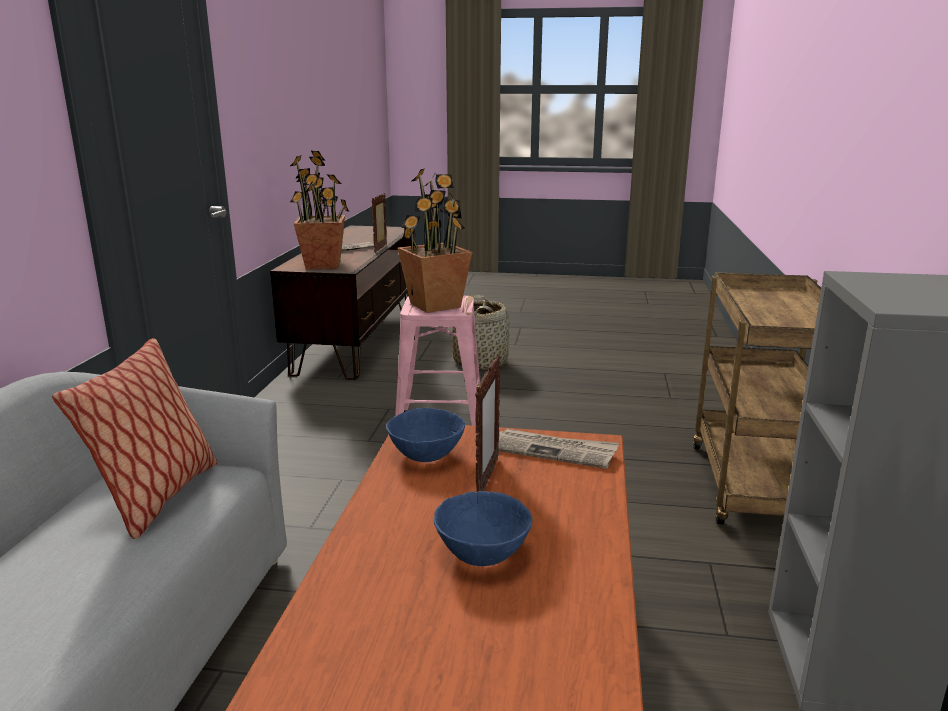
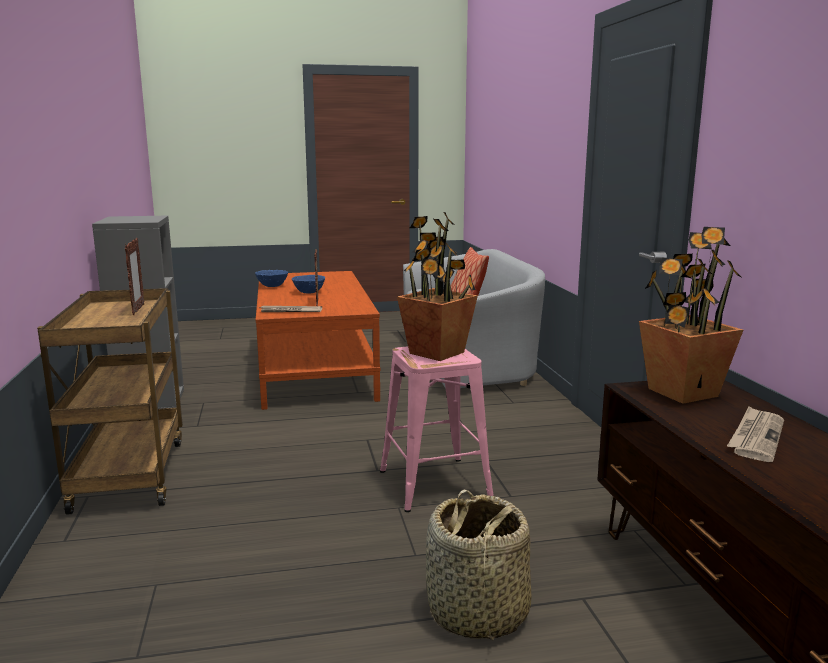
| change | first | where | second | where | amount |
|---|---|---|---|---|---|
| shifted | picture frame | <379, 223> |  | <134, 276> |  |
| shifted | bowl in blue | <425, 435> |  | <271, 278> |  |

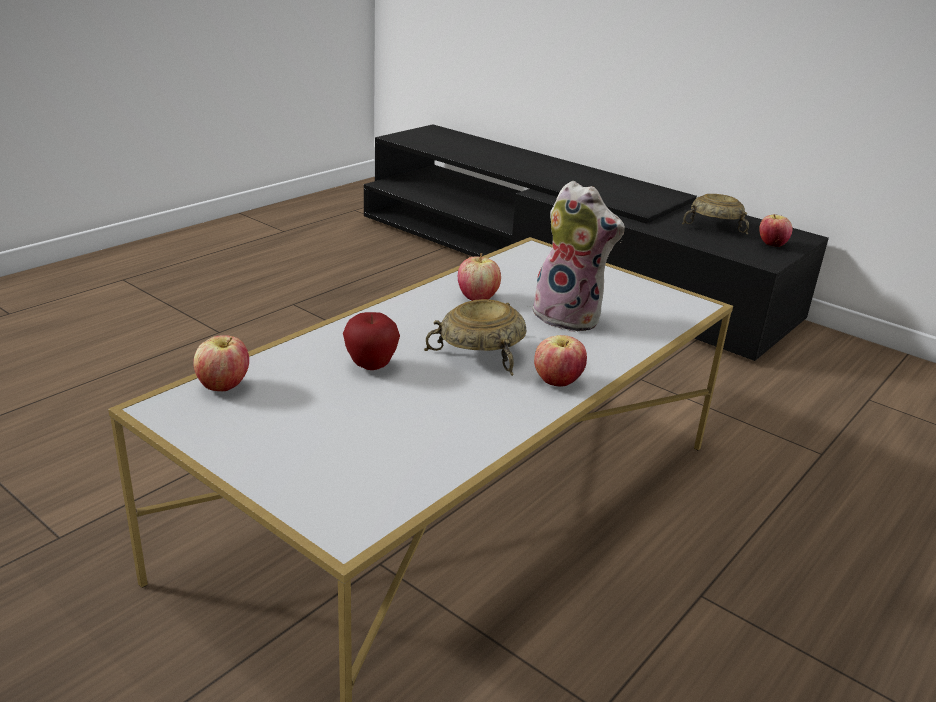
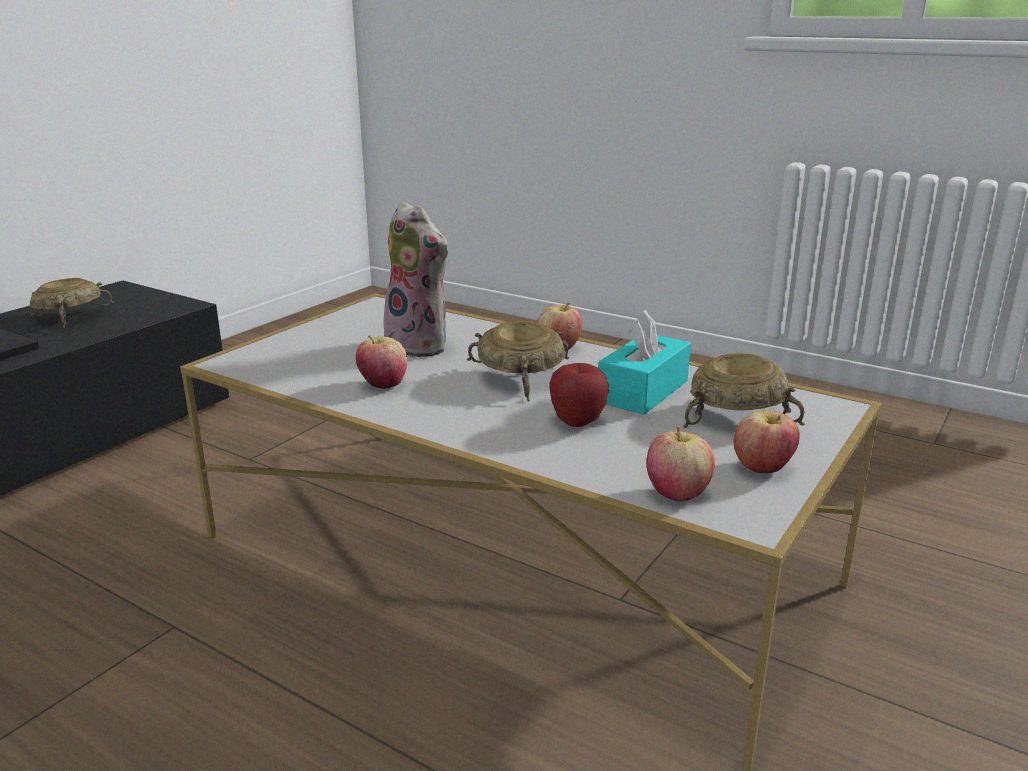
| change | first | where | second | where | amount |
|---|---|---|---|---|---|
| rotated | plush toy | <578, 256> |  | <414, 279> | 105 degrees clockwise |
| new |  |  | tissue box in turquoise | <644, 362> |  |
| new |  |  | bowl in beige | <743, 390> |  |
| shifted | apple | <776, 230> |  | <766, 441> |  |

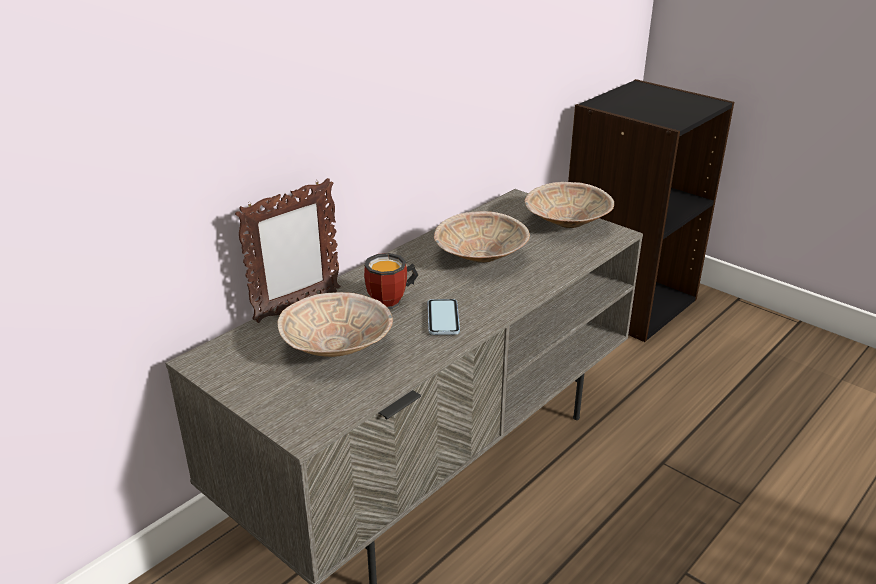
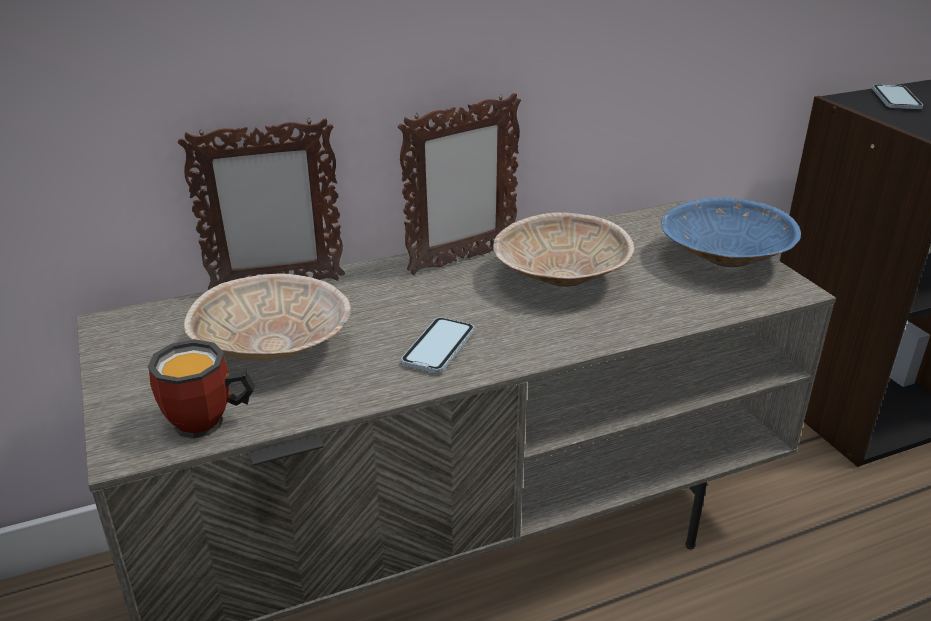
| change | first | where | second | where | amount |
|---|---|---|---|---|---|
| shifted | mug | <391, 281> |  | <201, 389> |  |
| new |  |  | picture frame | <459, 184> |  |
| repainted | bowl in beige | <569, 205> | bowl in blue | <731, 232> |  |
| new |  |  | phone | <897, 97> |  |

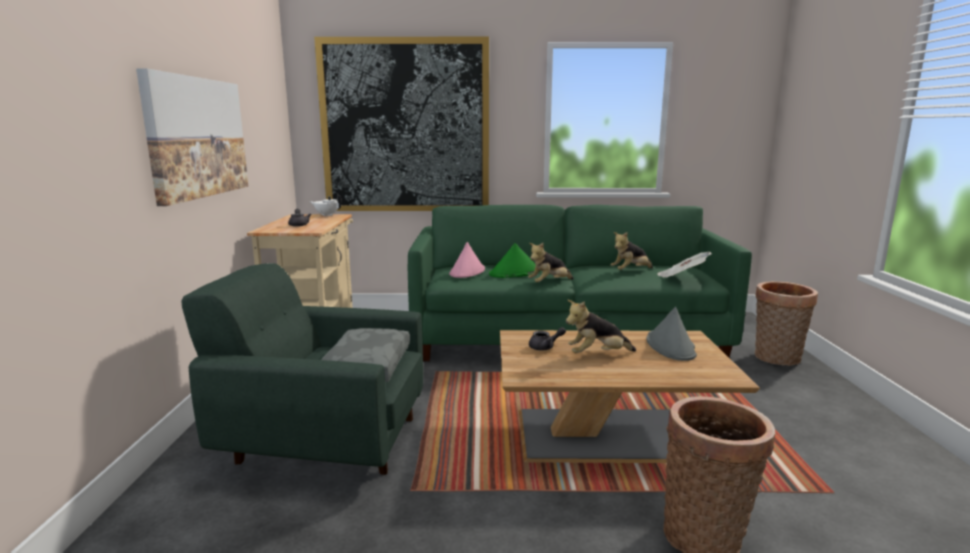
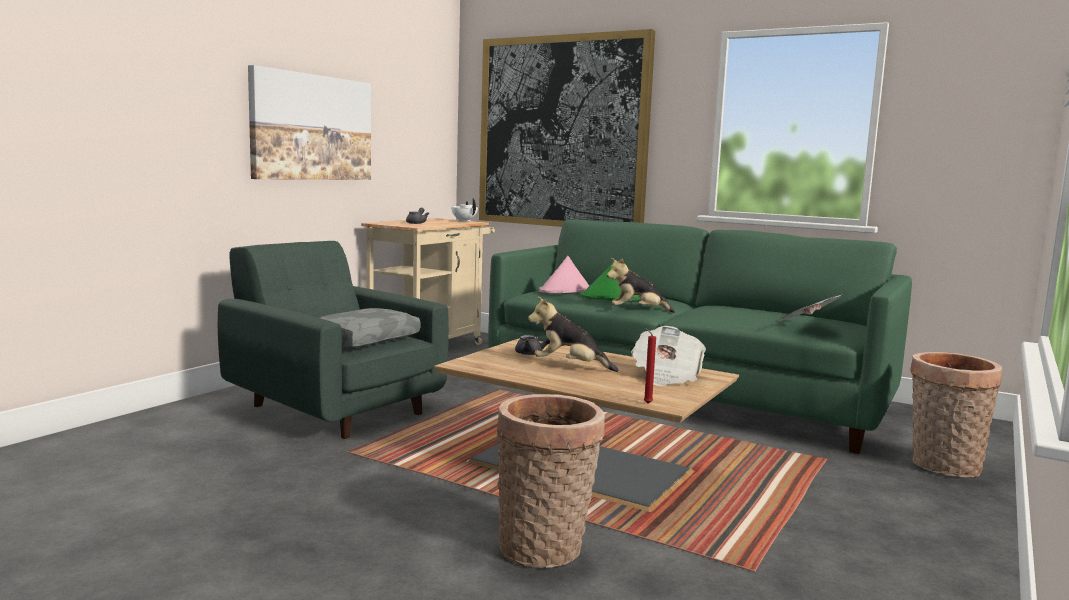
| change | first | where | second | where | amount |
|---|---|---|---|---|---|
| swapped | hat in grey | <671, 334> | newspaper | <668, 356> |  |
| new |  |  | candle in red | <649, 366> |  |
| gone | plush toy | <631, 251> |  |  |  |

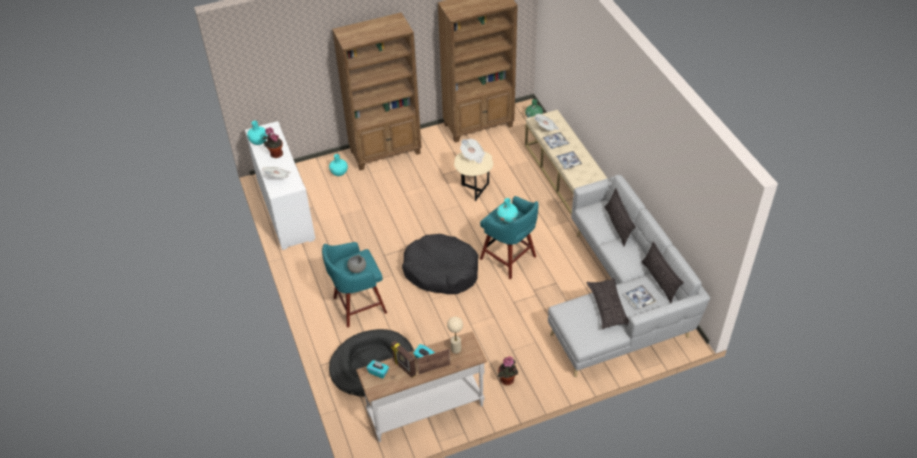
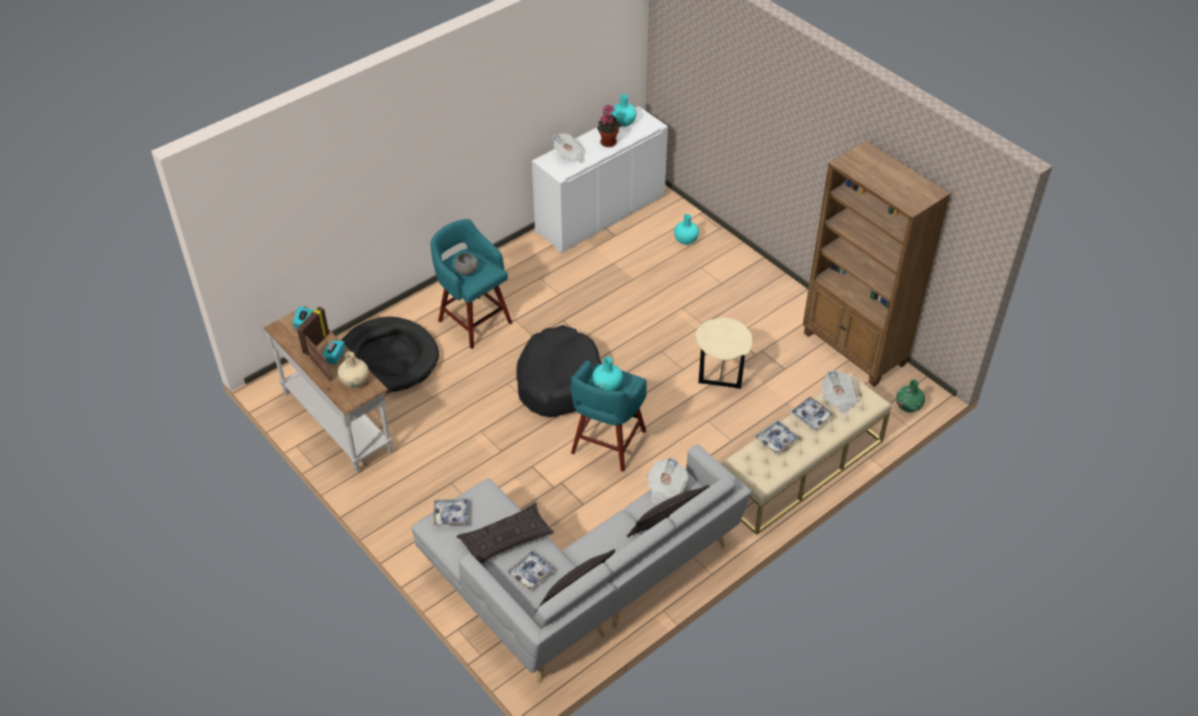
| change | first | where | second | where | amount |
|---|---|---|---|---|---|
| swapped | table lamp in beige | <455, 335> | vase in beige | <353, 370> |  |
| new |  |  | tray | <451, 512> |  |
| shifted | newspaper | <472, 151> |  | <667, 480> |  |
| gone | bookcase in brown | <377, 91> |  |  |  |
| gone | potted plant | <508, 370> |  |  |  |

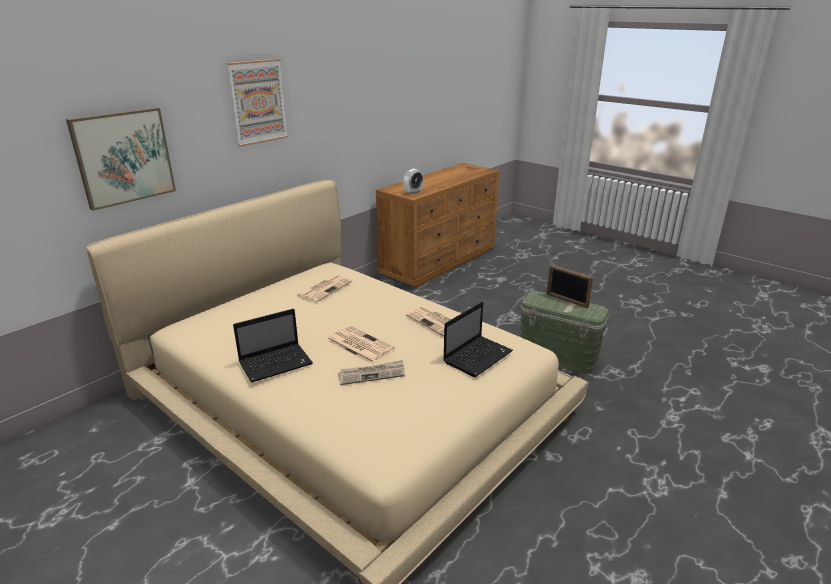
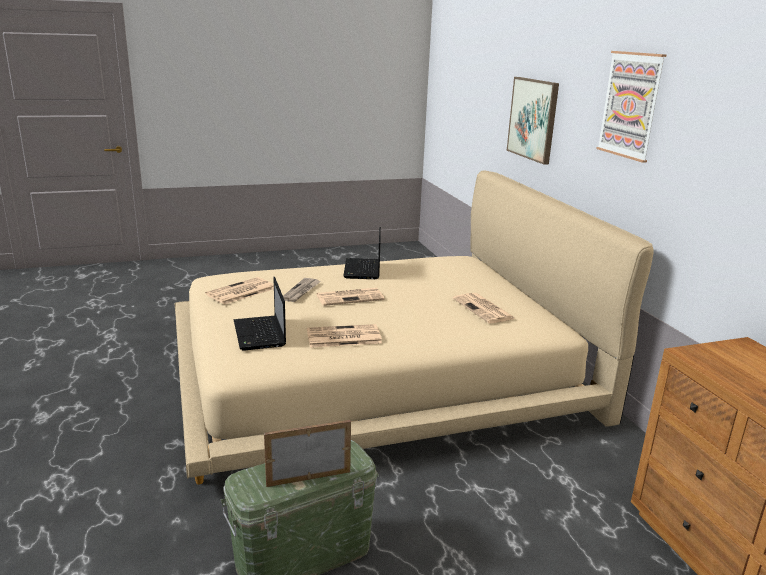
| change | first | where | second | where | amount |
|---|---|---|---|---|---|
| new |  |  | newspaper | <239, 291> |  |
| gone | alarm clock | <413, 181> |  |  |  |

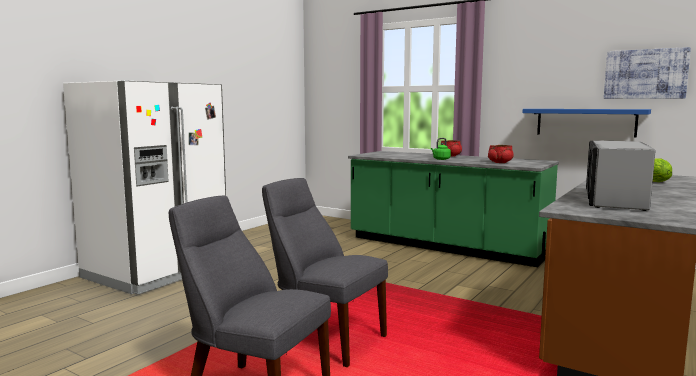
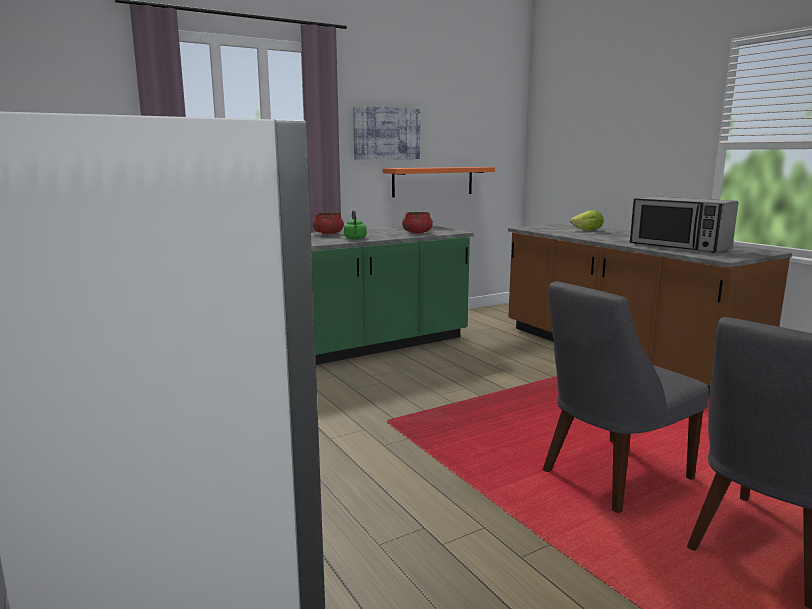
| change | first | where | second | where | amount |
|---|---|---|---|---|---|
| shifted | picture | <647, 73> |  | <386, 132> |  |
| repainted | shelf in blue | <587, 123> | shelf in orange | <439, 182> |  |

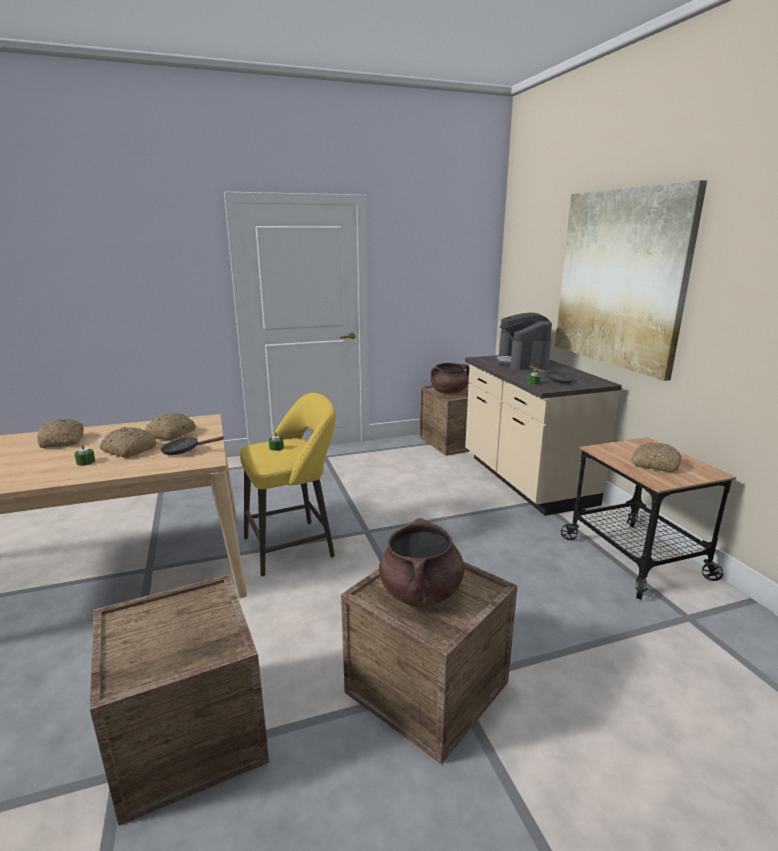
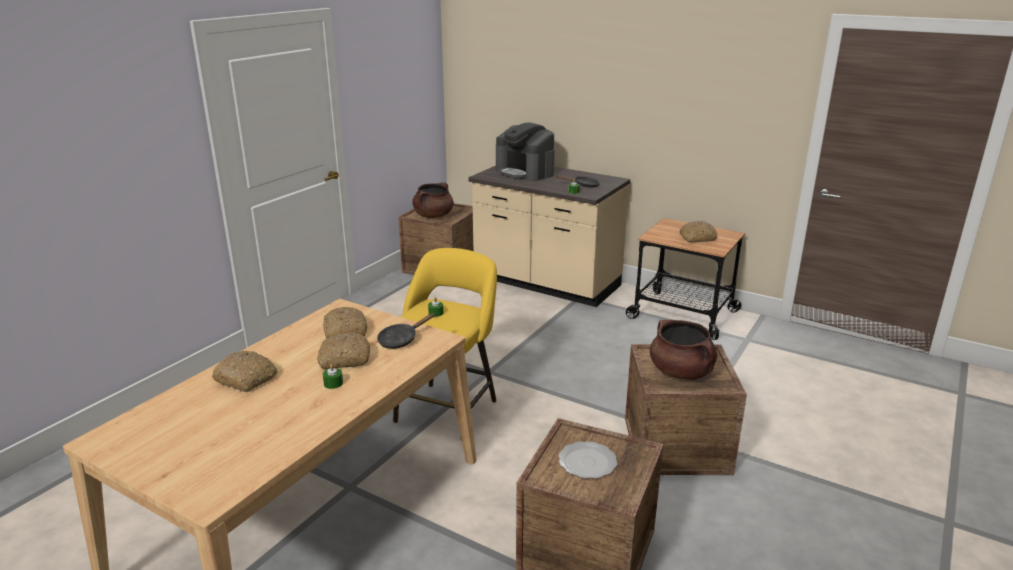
| change | first | where | second | where | amount |
|---|---|---|---|---|---|
| new |  |  | plate | <587, 460> |  |
| gone | picture | <631, 280> |  |  |  |

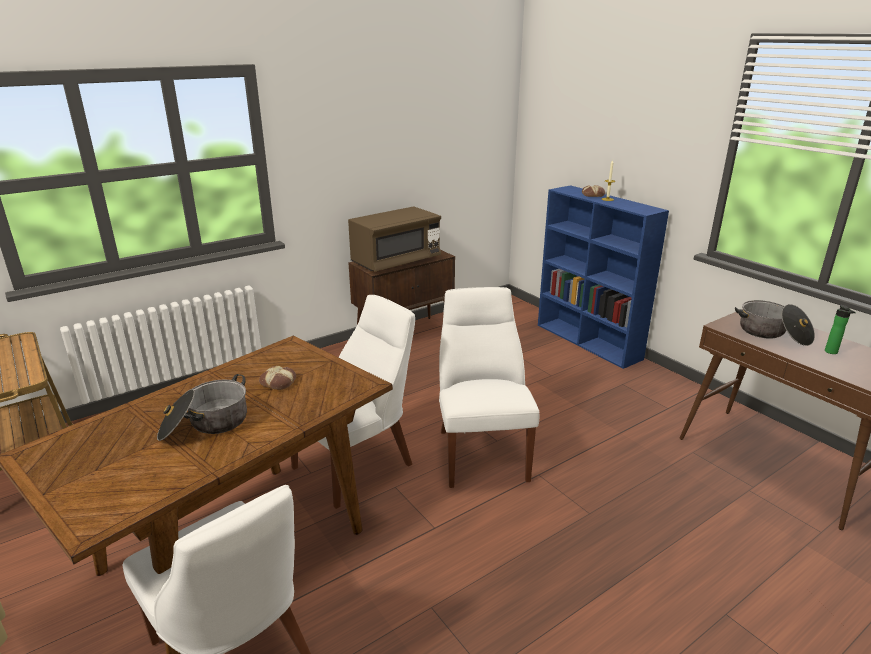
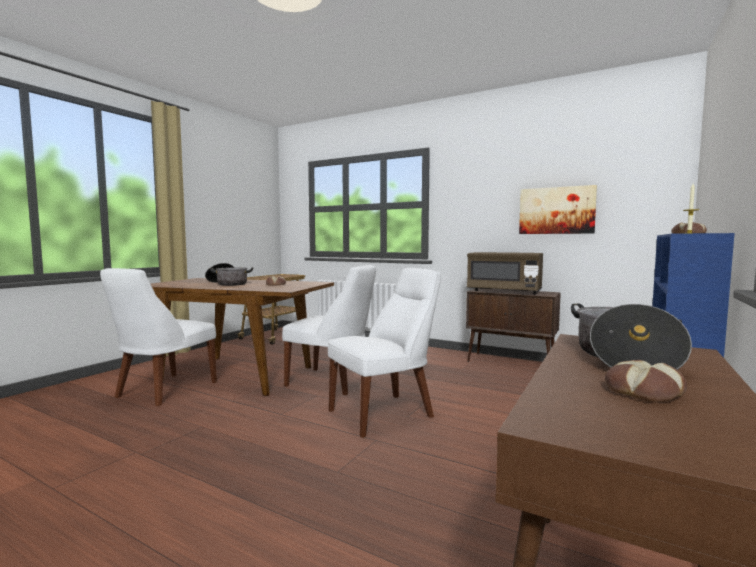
| change | first | where | second | where | amount |
|---|---|---|---|---|---|
| new |  |  | picture | <558, 209> |  |
| swapped | bottle | <840, 329> | bread | <646, 381> |  |

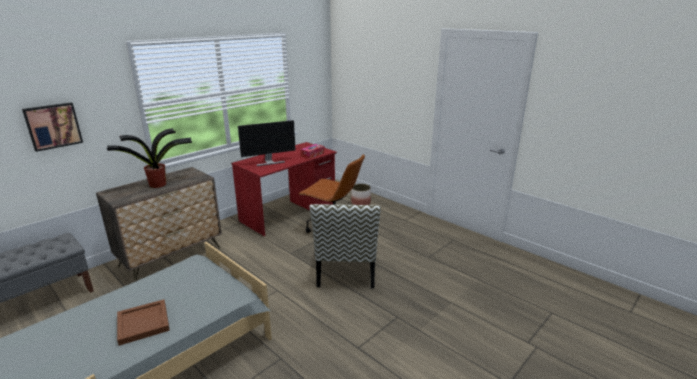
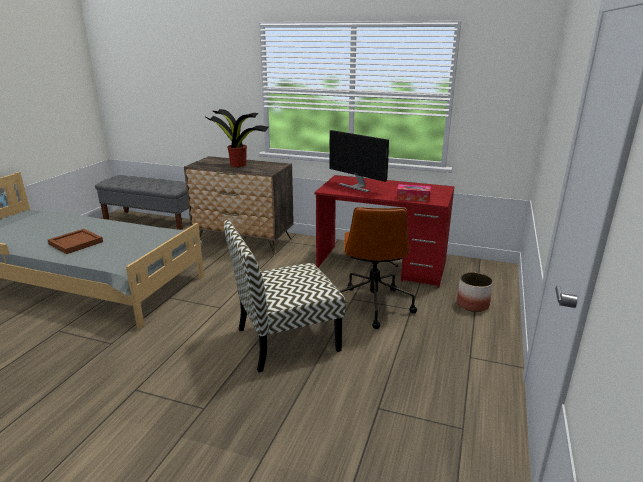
| change | first | where | second | where | amount |
|---|---|---|---|---|---|
| gone | picture | <52, 127> |  |  |  |

